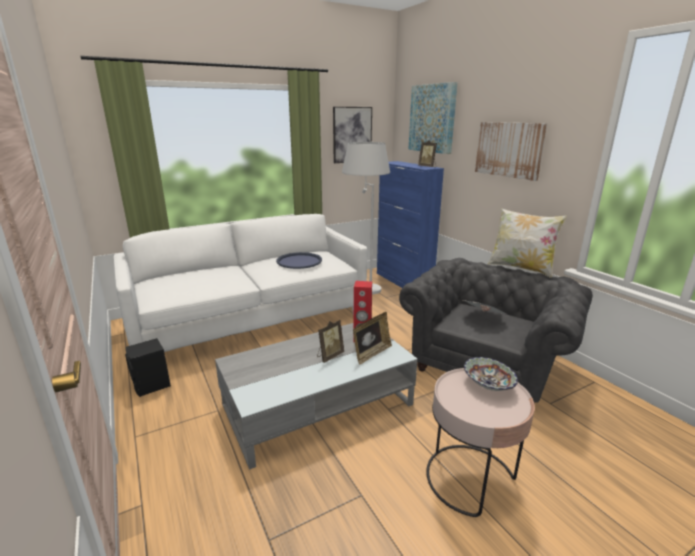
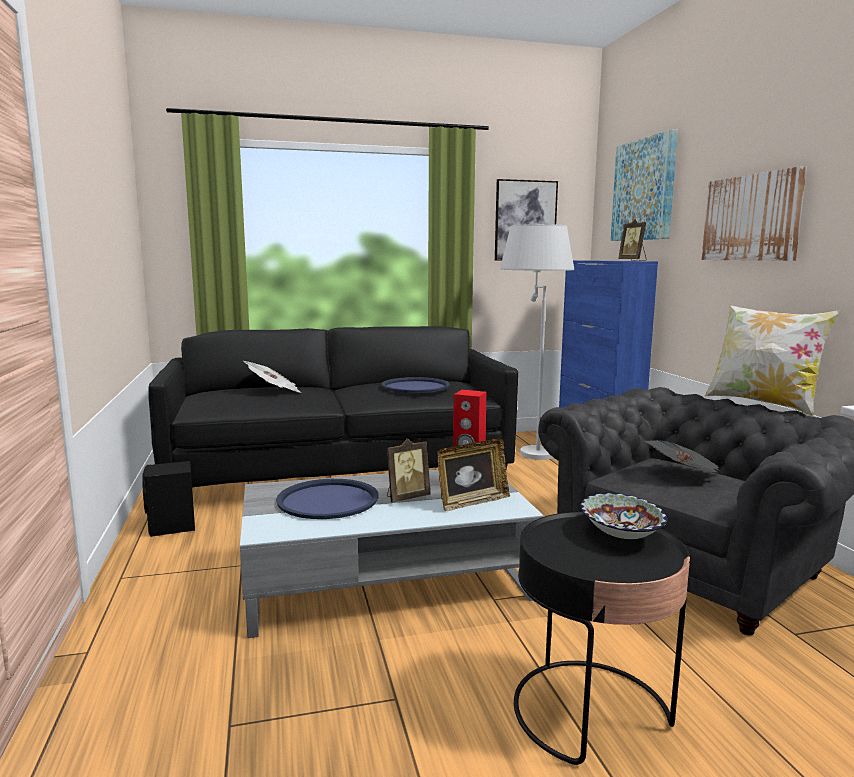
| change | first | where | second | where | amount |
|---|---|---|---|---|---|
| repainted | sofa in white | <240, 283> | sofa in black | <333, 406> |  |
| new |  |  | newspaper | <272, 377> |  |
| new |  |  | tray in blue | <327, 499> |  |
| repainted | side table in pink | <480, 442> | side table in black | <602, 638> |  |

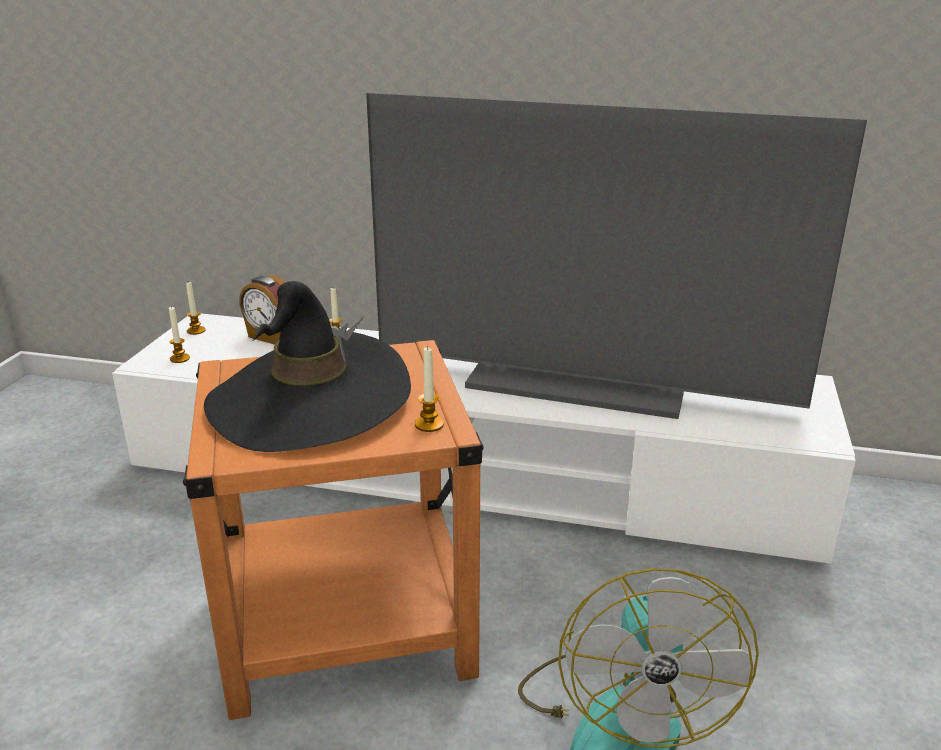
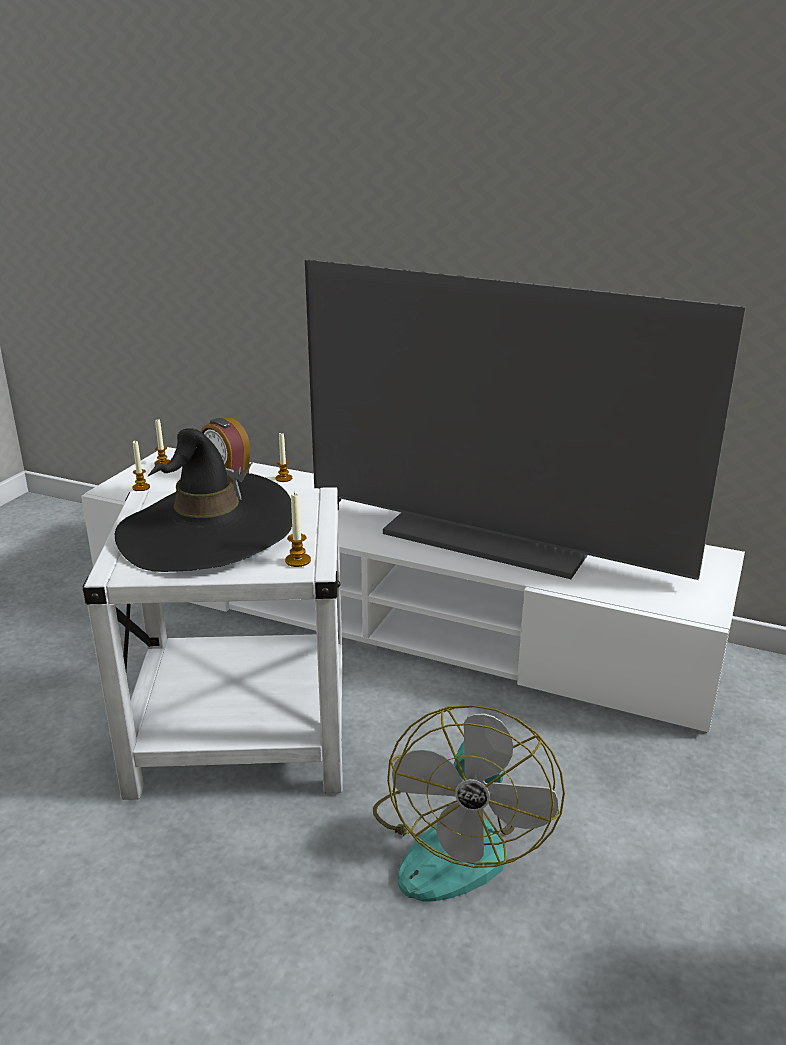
| change | first | where | second | where | amount |
|---|---|---|---|---|---|
| repainted | side table in orange | <333, 530> | side table in white | <213, 643> |  |

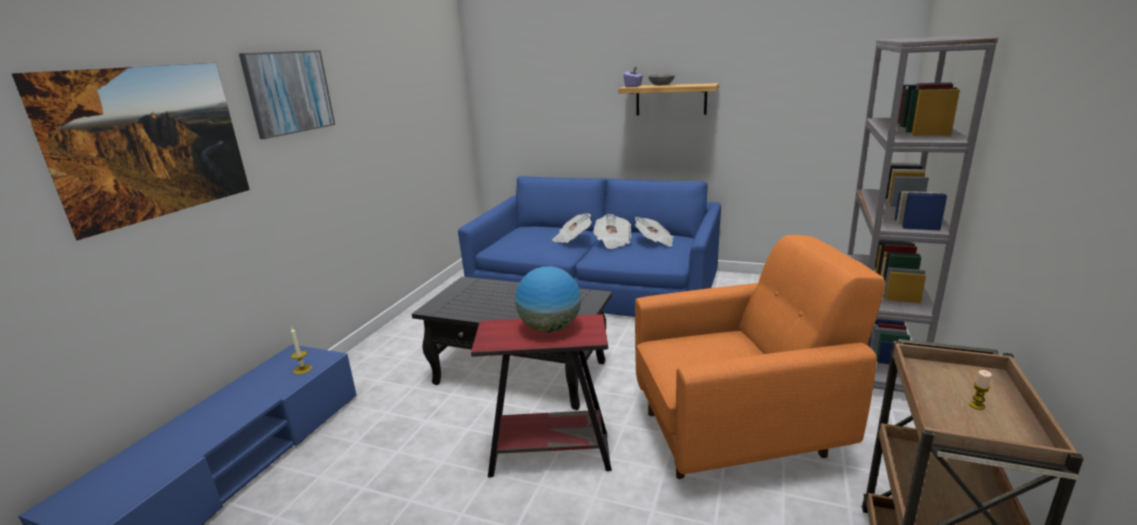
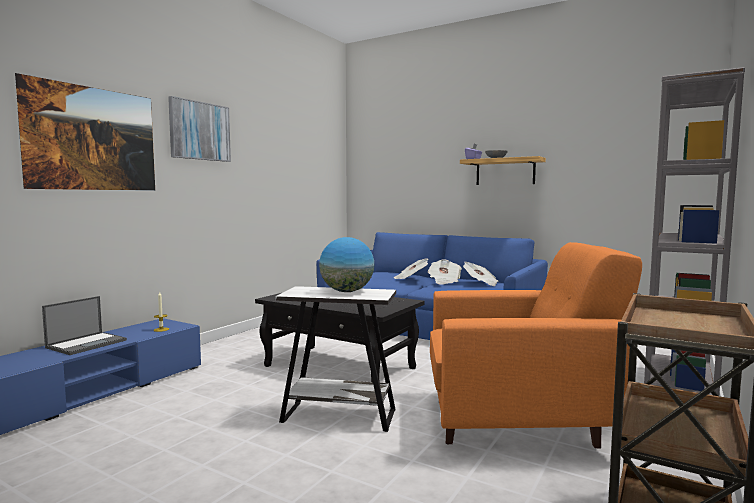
| change | first | where | second | where | amount |
|---|---|---|---|---|---|
| new |  |  | laptop | <84, 325> |  |
| repainted | side table in red | <541, 395> | side table in white | <336, 359> |  |
| gone | candle | <980, 390> |  |  |  |

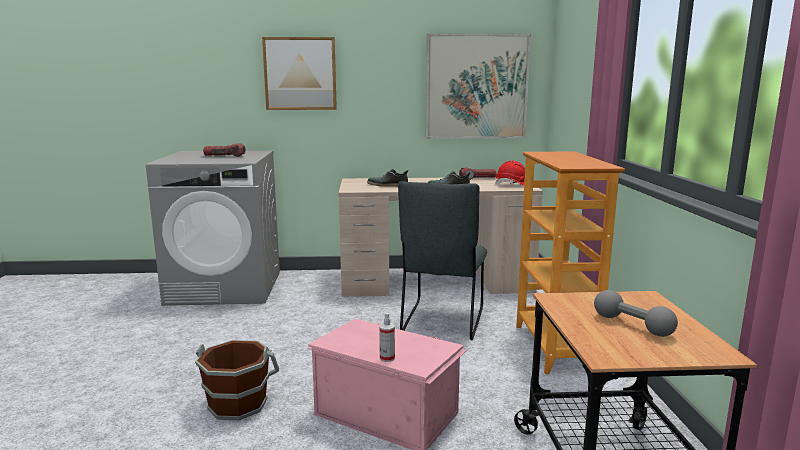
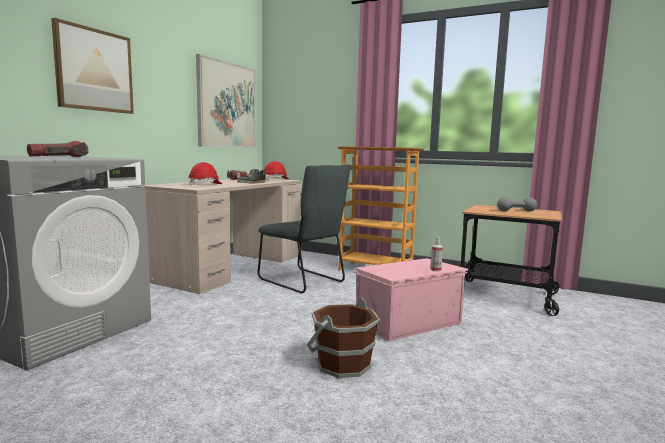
| change | first | where | second | where | amount |
|---|---|---|---|---|---|
| swapped | shoe | <388, 178> | hard hat in red | <205, 174> |  |

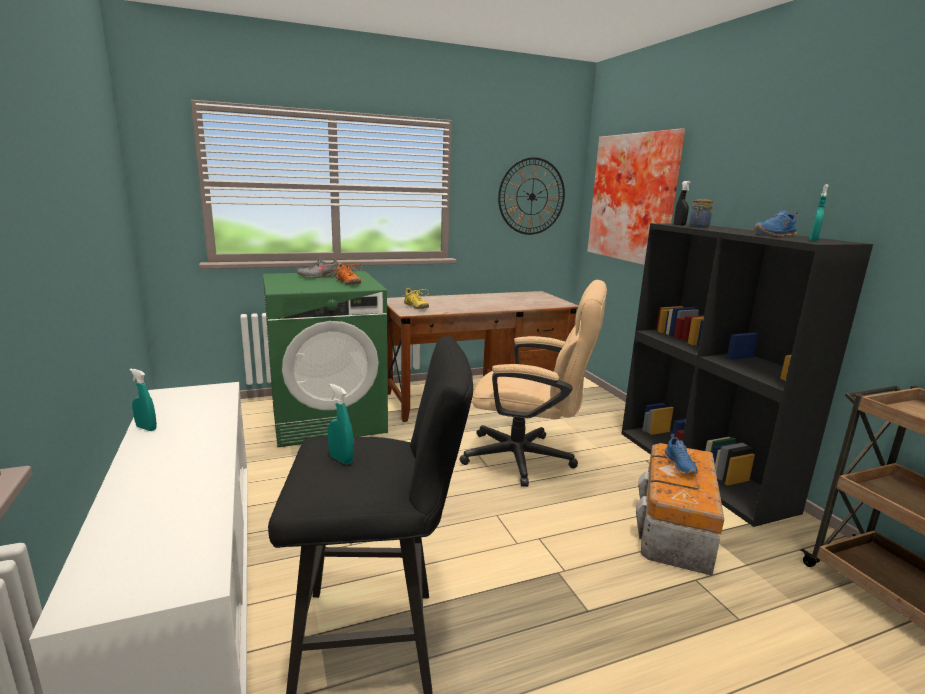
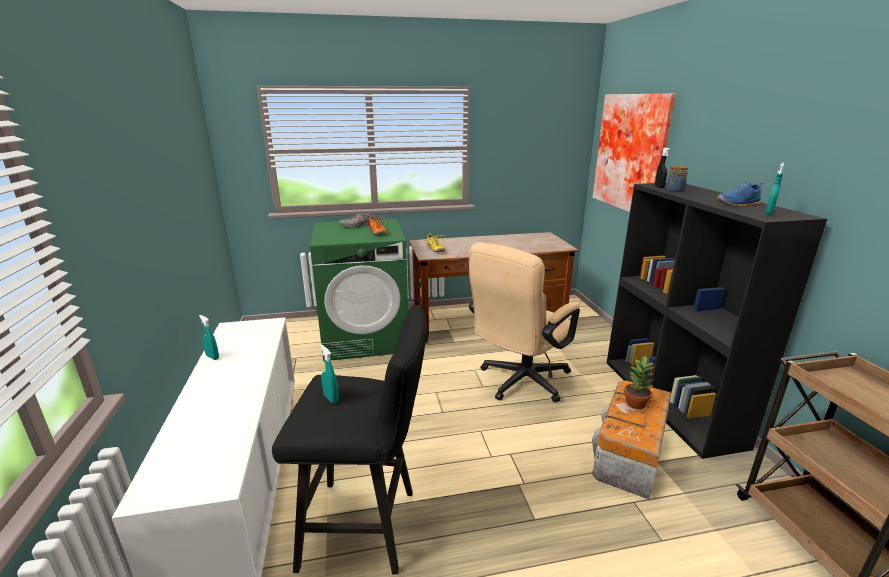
| change | first | where | second | where | amount |
|---|---|---|---|---|---|
| rotated | office chair in beige | <533, 383> |  | <524, 322> | 105 degrees clockwise |
| swapped | shoe in blue | <681, 454> | potted plant | <639, 382> |  |
| gone | wall clock | <531, 196> |  |  |  |

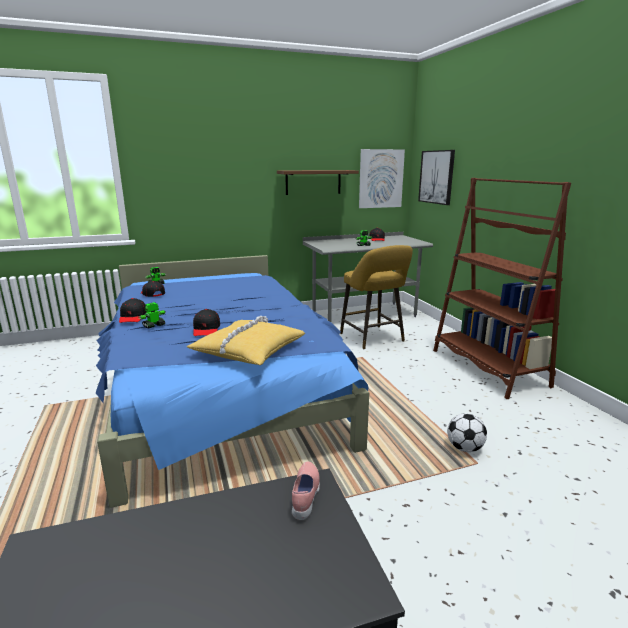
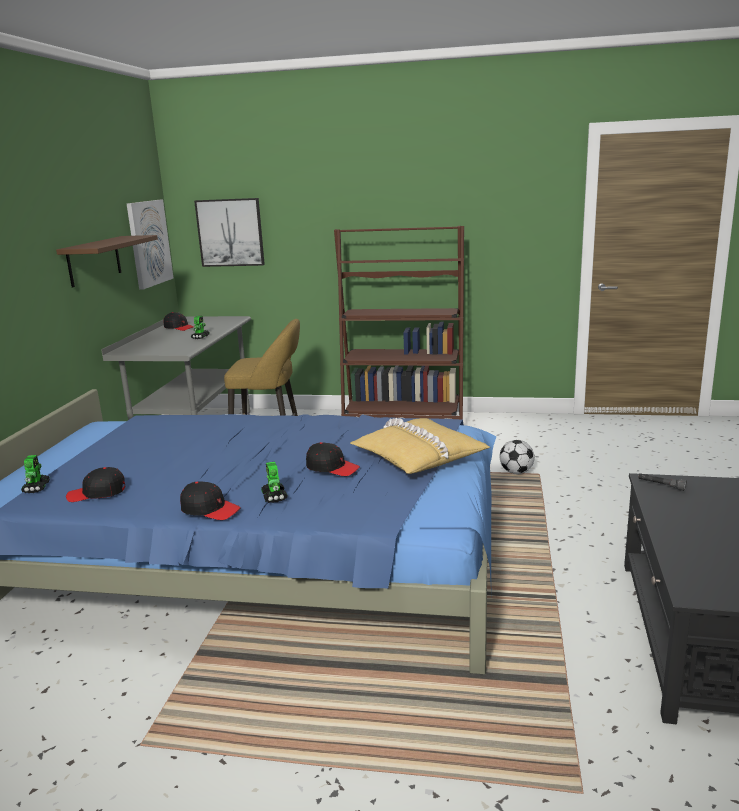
| change | first | where | second | where | amount |
|---|---|---|---|---|---|
| swapped | shoe in pink | <306, 491> | flashlight in grey | <662, 482> |  |

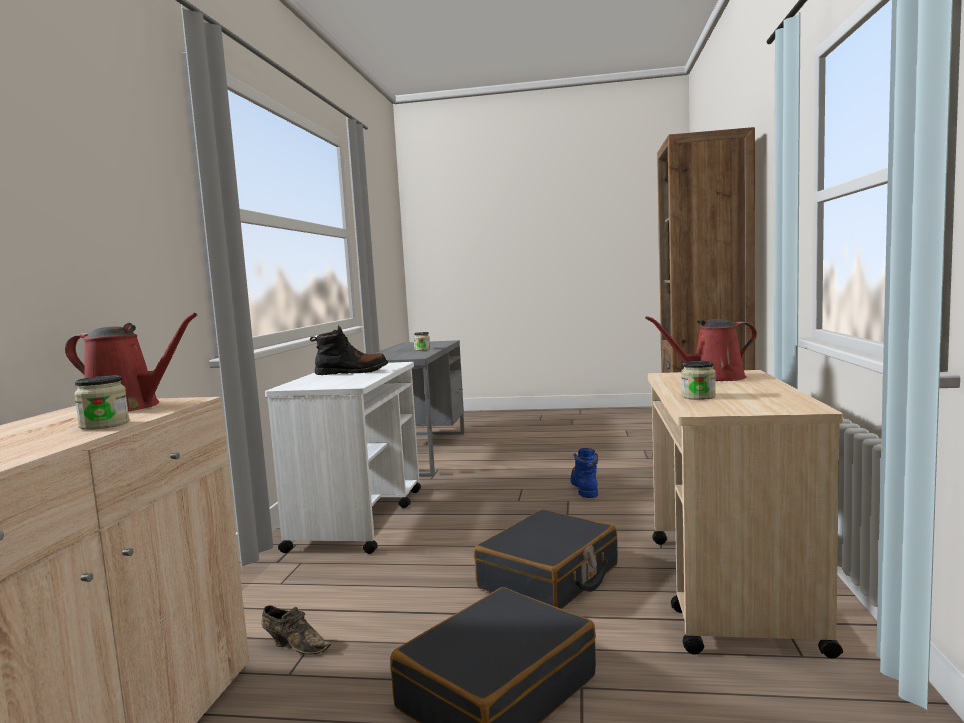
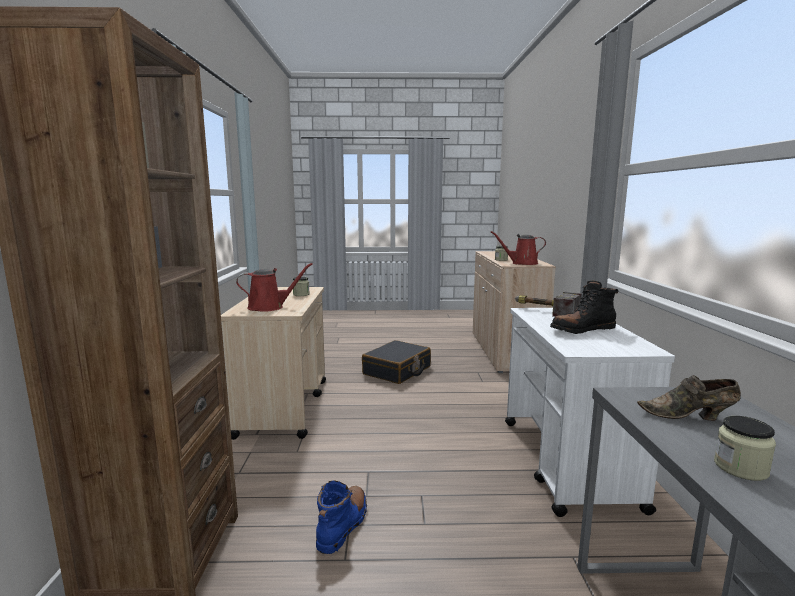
| change | first | where | second | where | amount |
|---|---|---|---|---|---|
| rotated | boot in blue | <584, 473> |  | <341, 517> | 150 degrees counterclockwise |
| new |  |  | hammer | <548, 304> |  |
| shifted | shoe in brown | <296, 630> |  | <689, 398> |  |
| gone | suitcase in black | <546, 559> |  |  |  |

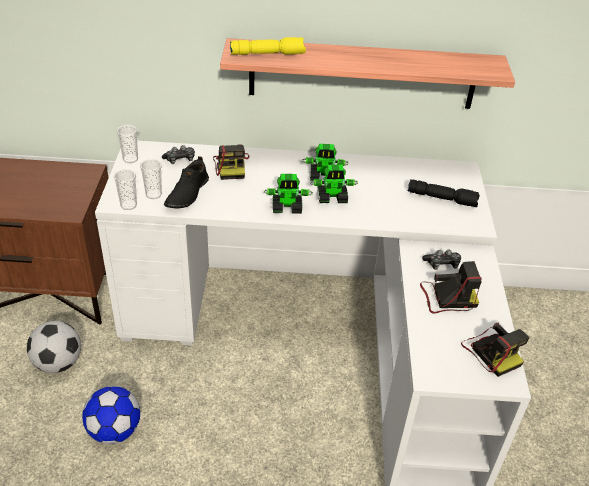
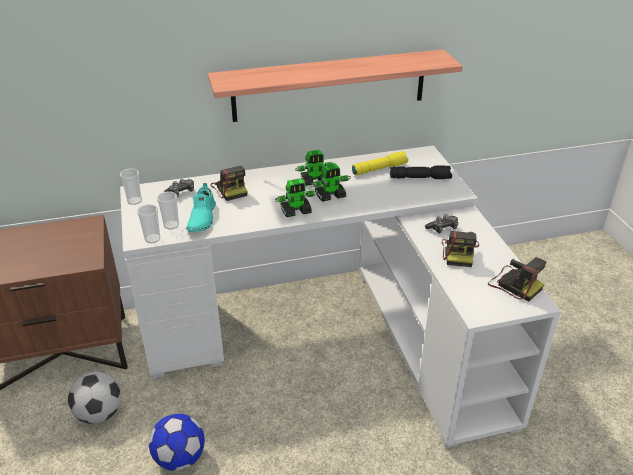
| change | first | where | second | where | amount |
|---|---|---|---|---|---|
| repainted | shoe in black | <186, 182> | shoe in turquoise | <201, 207> |  |
| shifted | flashlight in yellow | <268, 46> |  | <380, 163> |  |
| rotated | photo camera | <451, 287> |  | <460, 249> | 120 degrees clockwise |

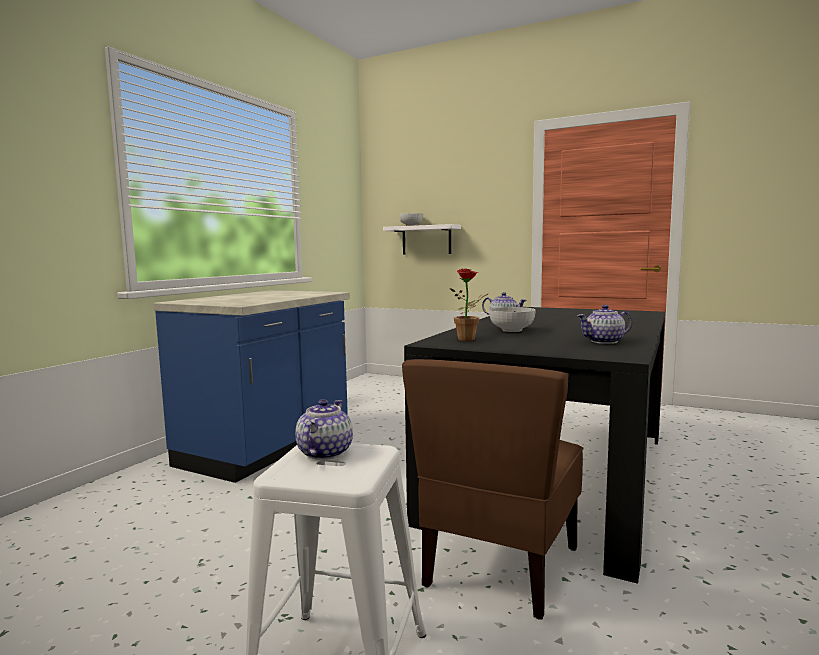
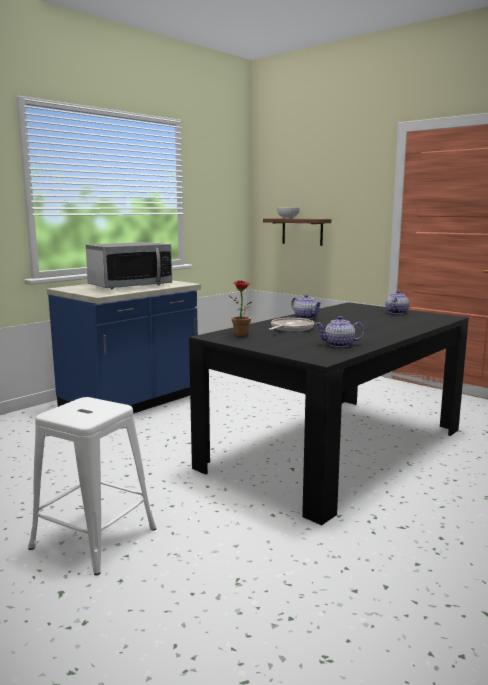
| change | first | where | second | where | amount |
|---|---|---|---|---|---|
| new |  |  | microwave | <129, 265> |  |
| repainted | shelf in white | <422, 239> | shelf in brown | <297, 232> |  |
| swapped | bowl | <512, 319> | frying pan | <291, 325> |  |
| shifted | teapot | <324, 429> |  | <397, 302> |  |
| gone | chair in brown | <492, 489> |  |  |  |

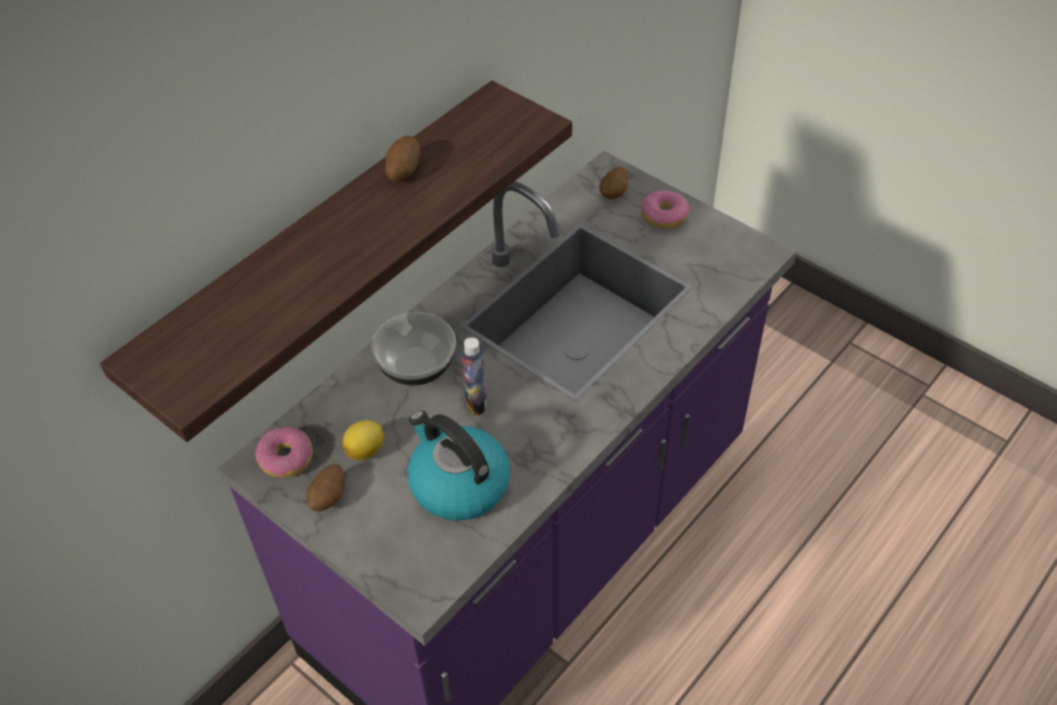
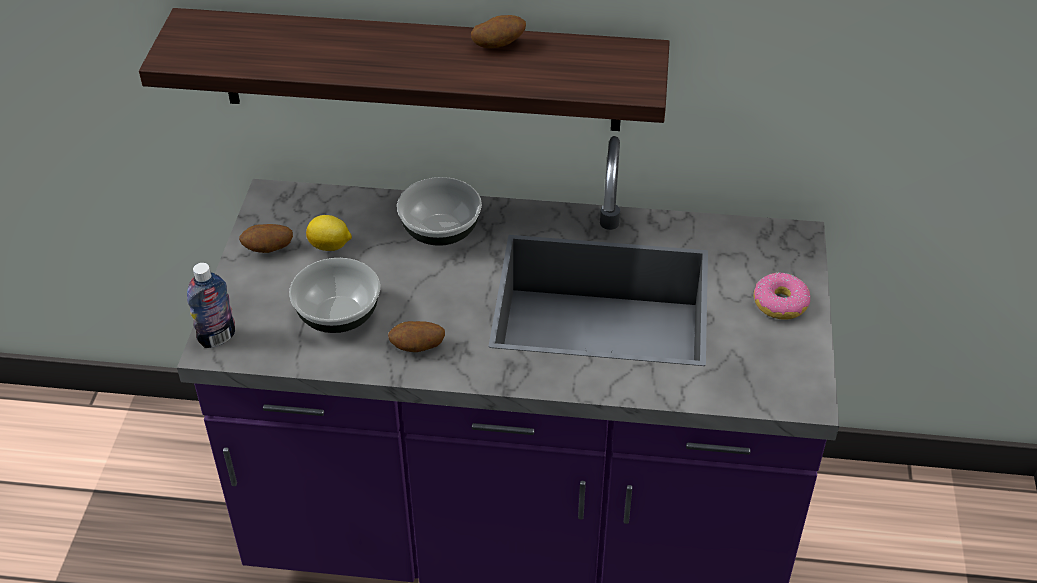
| change | first | where | second | where | amount |
|---|---|---|---|---|---|
| shifted | bottle | <474, 376> |  | <211, 305> |  |
| swapped | kettle | <458, 466> | bowl | <334, 295> |  |
| shifted | potato | <613, 183> |  | <416, 336> |  |
| gone | donut | <284, 452> |  |  |  |

